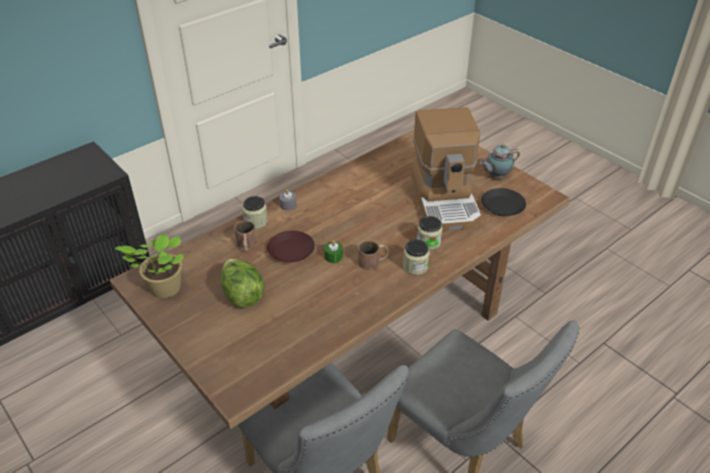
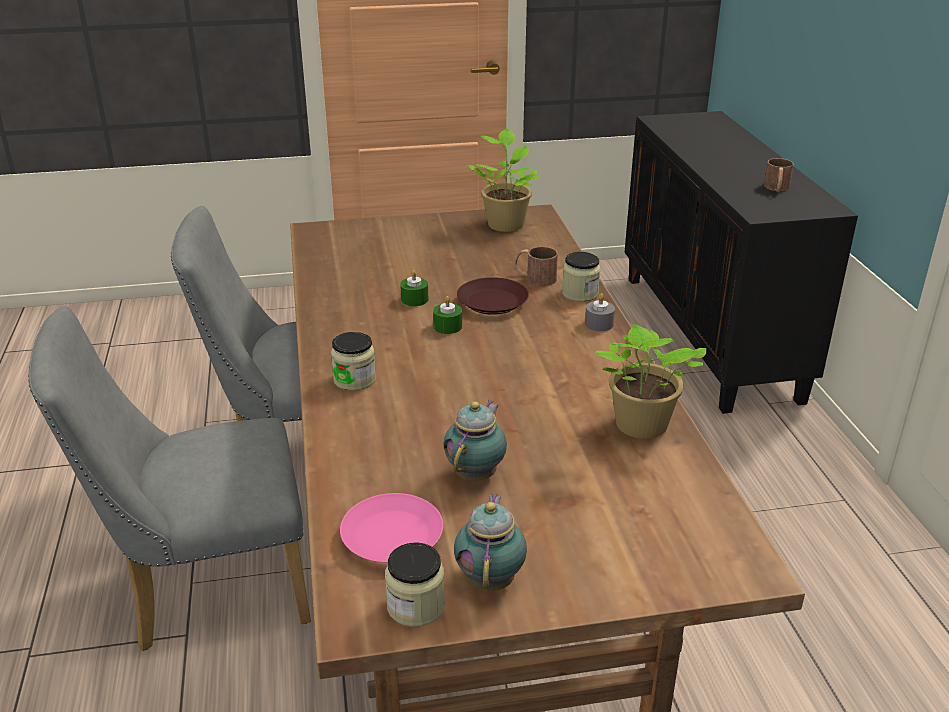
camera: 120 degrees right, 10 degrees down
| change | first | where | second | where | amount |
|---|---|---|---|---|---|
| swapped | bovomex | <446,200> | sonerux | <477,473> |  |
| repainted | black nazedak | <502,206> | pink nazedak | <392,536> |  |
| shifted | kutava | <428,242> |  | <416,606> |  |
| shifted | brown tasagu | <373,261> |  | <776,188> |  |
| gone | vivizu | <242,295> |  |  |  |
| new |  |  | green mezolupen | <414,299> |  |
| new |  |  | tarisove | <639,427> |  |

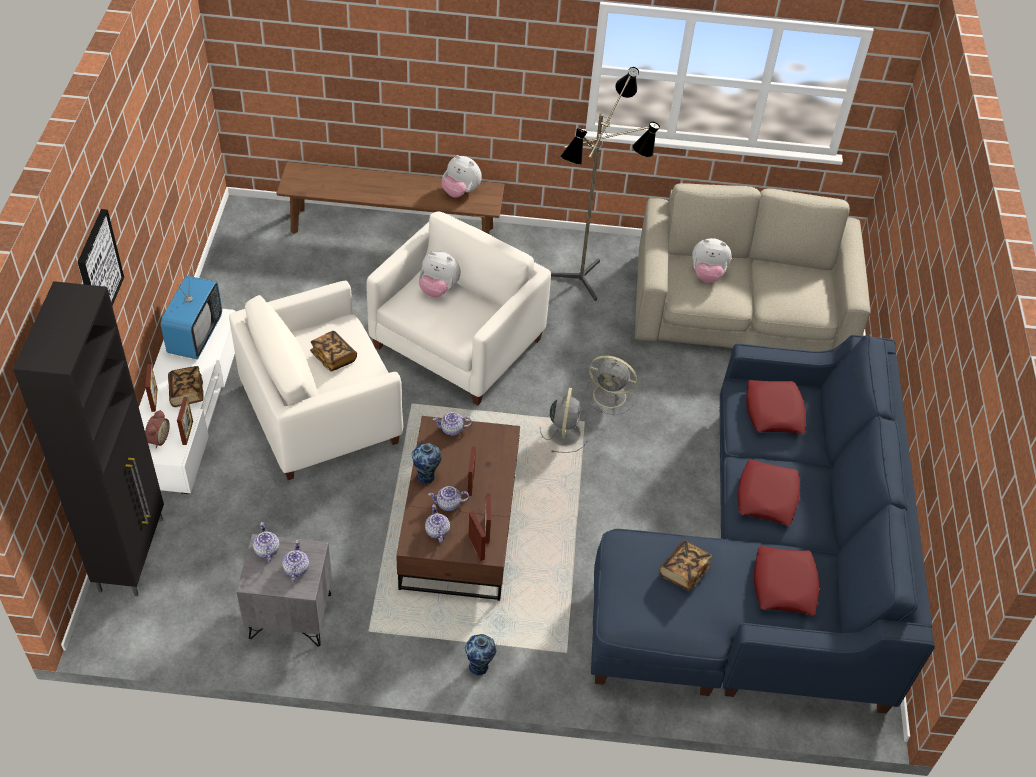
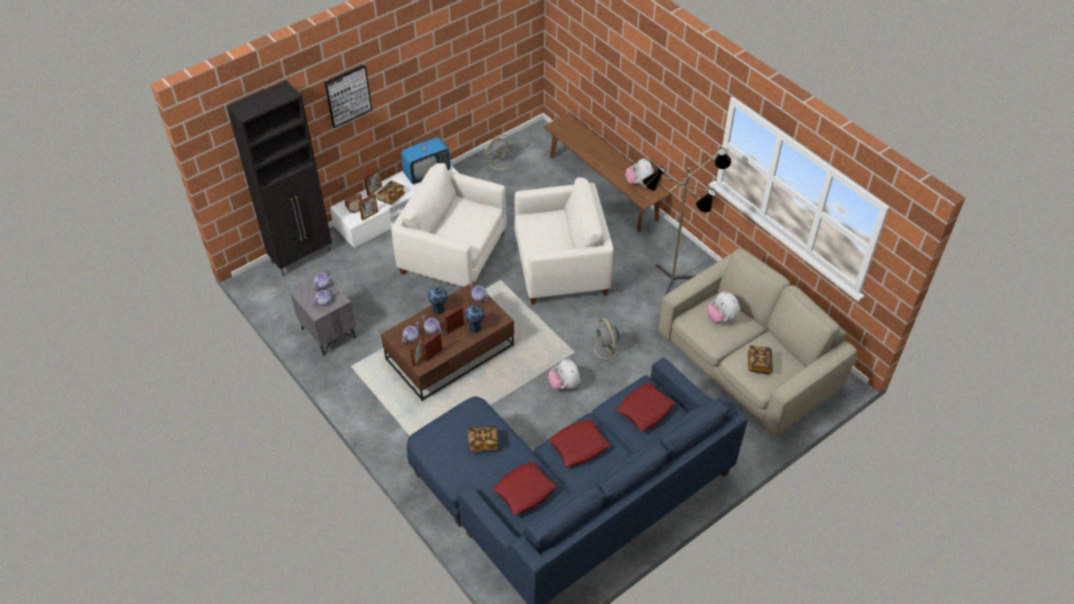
camera: 50 degrees right, 0 degrees up
| change | first | where | second | where | amount |
|---|---|---|---|---|---|
| shifted | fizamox | <438,289> |  | <564,384> |  |
| shifted | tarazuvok | <333,357> |  | <759,364> |  |
| shifted | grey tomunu | <564,432> |  | <499,162> |  |
| shifted | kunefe | <479,666> |  | <475,328> |  |

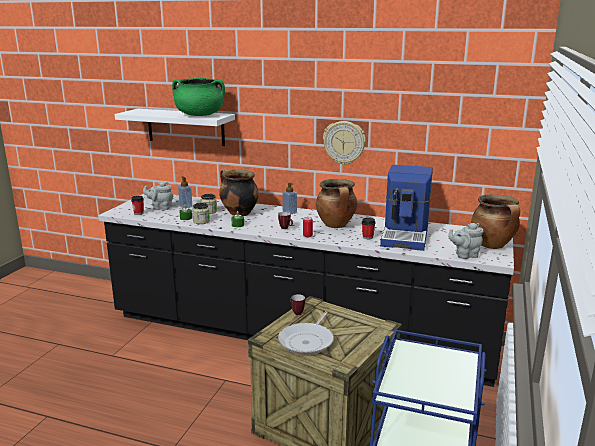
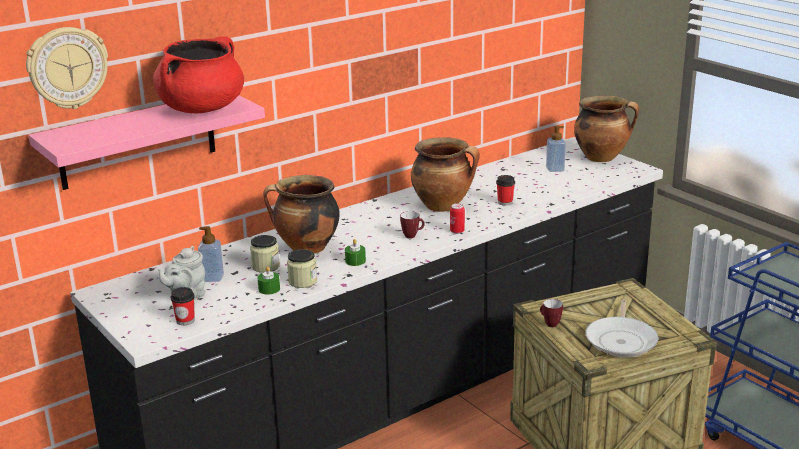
camera: 55 degrees left, 5 degrees up
| change | first | where | second | where | amount |
|---|---|---|---|---|---|
| repainted | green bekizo | <200,115> | red bekizo | <202,109> |  |
| repainted | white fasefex | <185,127> | pink fasefex | <137,140> |  |
| shifted | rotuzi | <344,142> |  | <67,68> |  |
| gone | bovomex | <406,235> |  |  |  |
| shifted | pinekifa | <289,212> |  | <555,169> |  |
| gone | grey sonerux | <465,255> |  |  |  |
| rotated | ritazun | <307,341> |  | <621,340> | 45 degrees clockwise |

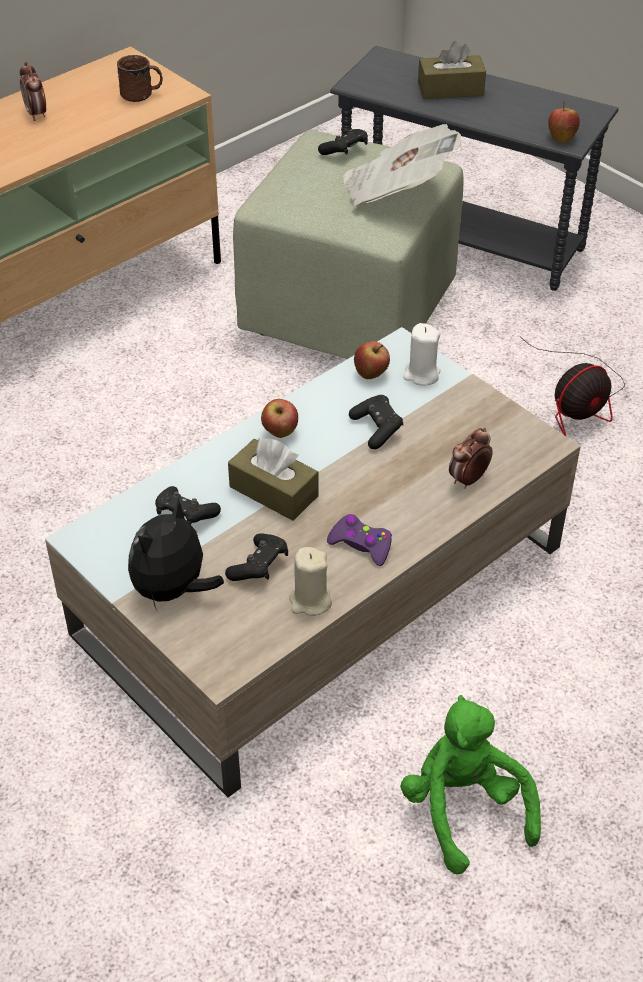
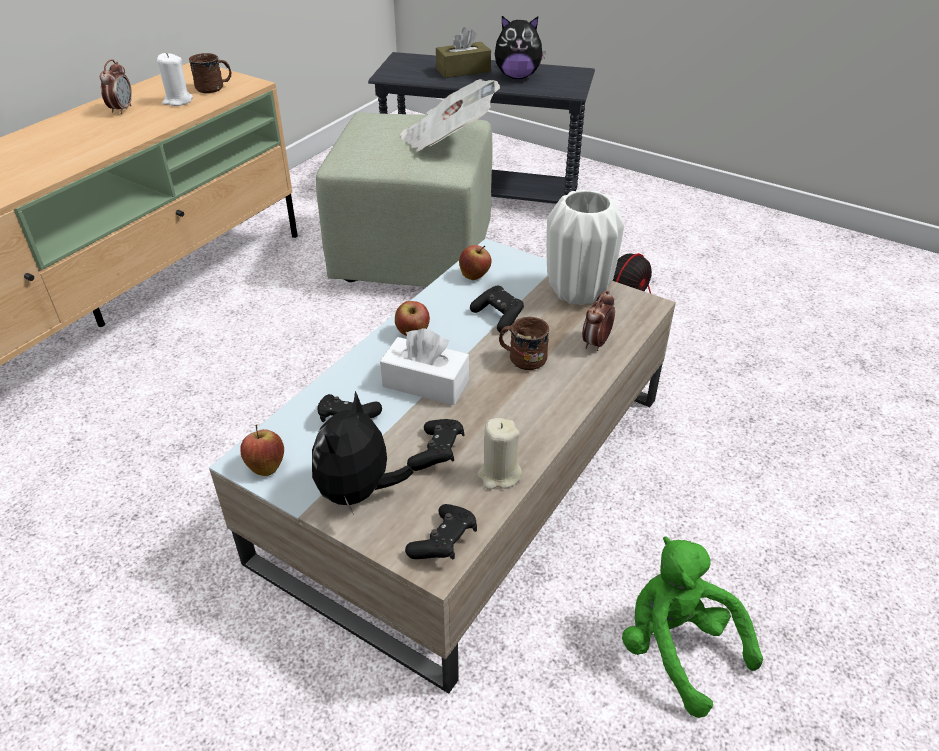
camera: 15 degrees left, 5 degrees down
| change | first | where | second | where | amount |
|---|---|---|---|---|---|
| rotated | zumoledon | <36,114> |  | <122,109> | 135 degrees counterclockwise |
| shifted | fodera | <561,138> |  | <266,466> |  |
| shifted | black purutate | <345,151> |  | <444,543> |  |
| shifted | white mezolupen | <421,374> |  | <177,101> |  |
| repainted | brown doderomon | <273,491> | white doderomon | <425,383> |  |
| gone | purple purutate | <361,545> |  |  |  |
| new |  |  | fizamox | <517,76> |  |
| new |  |  | white kunefe | <578,292> |  |
| new |  |  | brown tasagu | <522,358> |  |

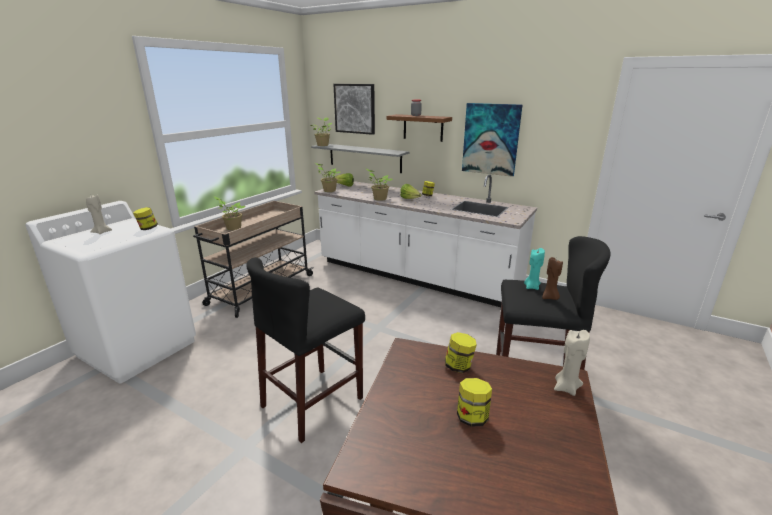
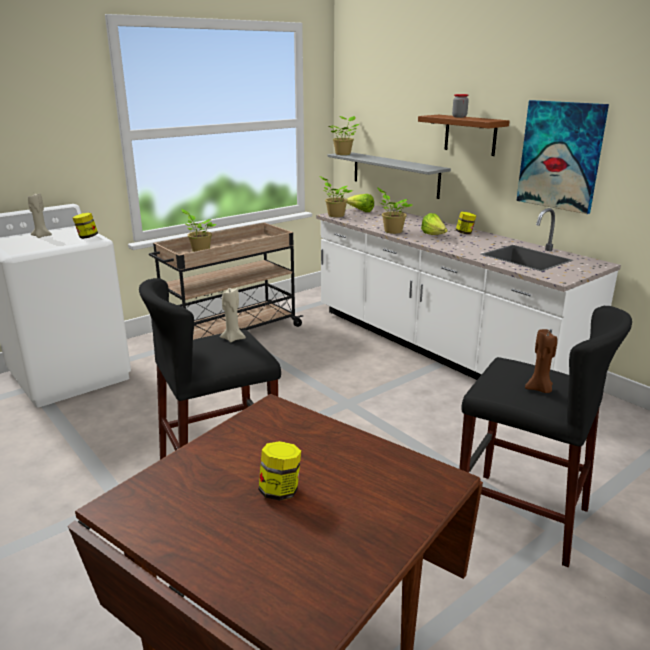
camera: 20 degrees right, 0 degrees up
| change | first | where | second | where | amount |
|---|---|---|---|---|---|
| gone | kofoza | <355,108> |  |  |  |
| gone | turquoise mezolupen | <531,287> |  |  |  |
| shifted | beige mezolupen | <566,388> |  | <233,338> |  |
| gone | kutava | <459,366> |  |  |  |

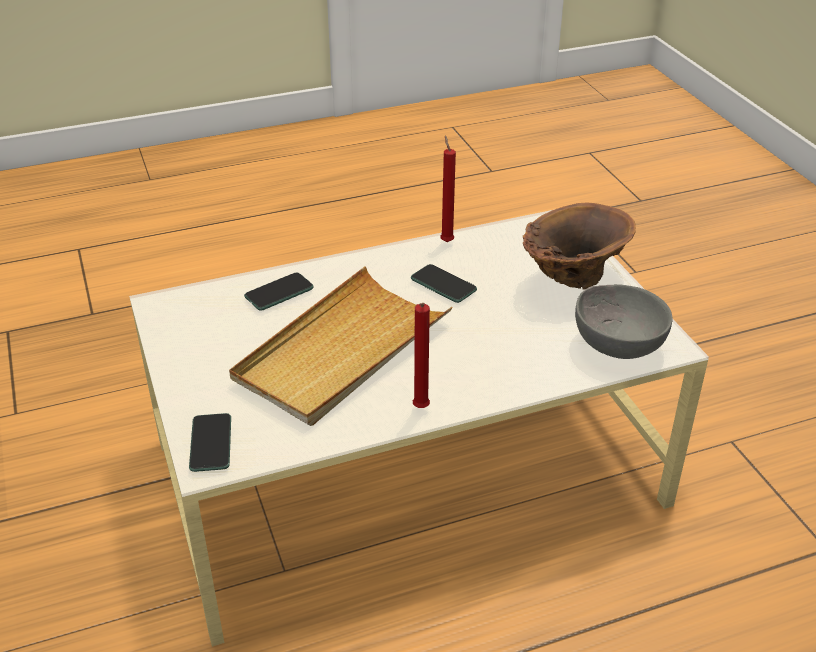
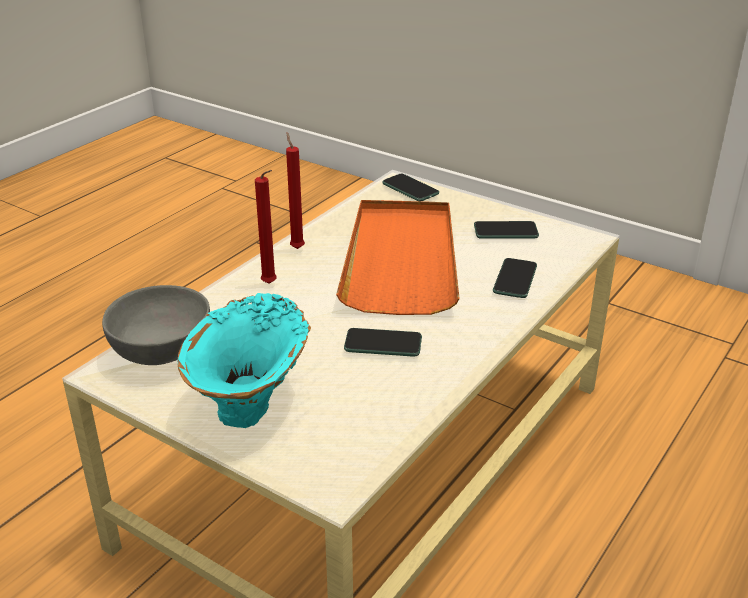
camera: 145 degrees right, 5 degrees down
| change | first | where | second | where | amount |
|---|---|---|---|---|---|
| shifted | red mezolupen | <446,241> |  | <271,284> |  |
| repainted | brown kunefe | <571,281> | turquoise kunefe | <253,403> |  |
| repainted | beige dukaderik | <341,351> | orange dukaderik | <401,260> |  |
| new |  |  | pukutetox | <505,231> |  |

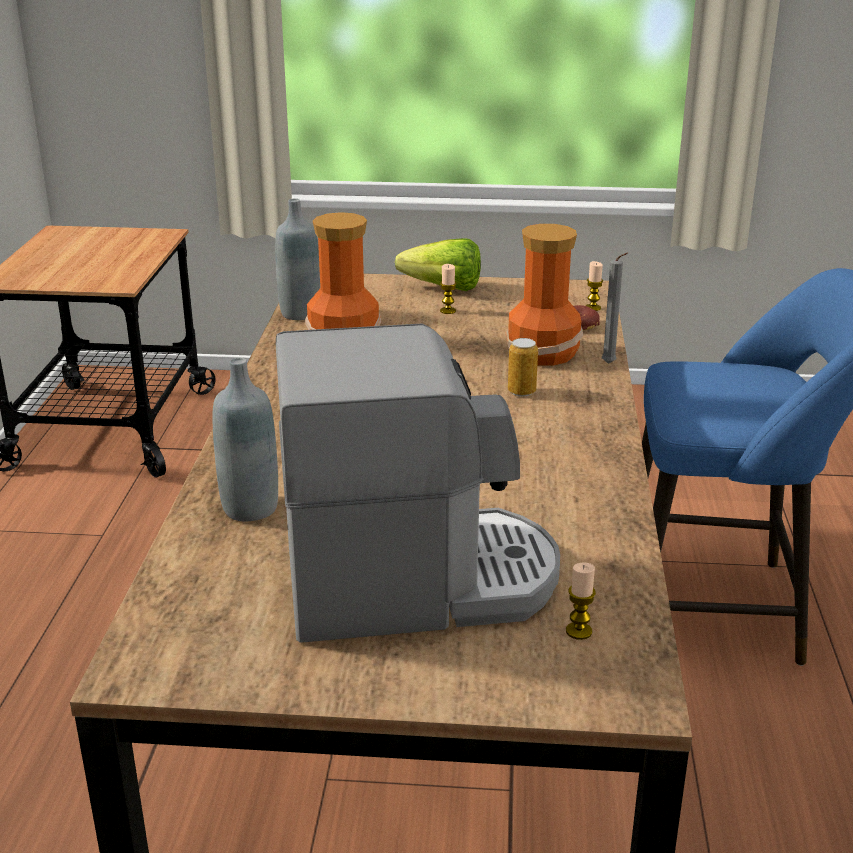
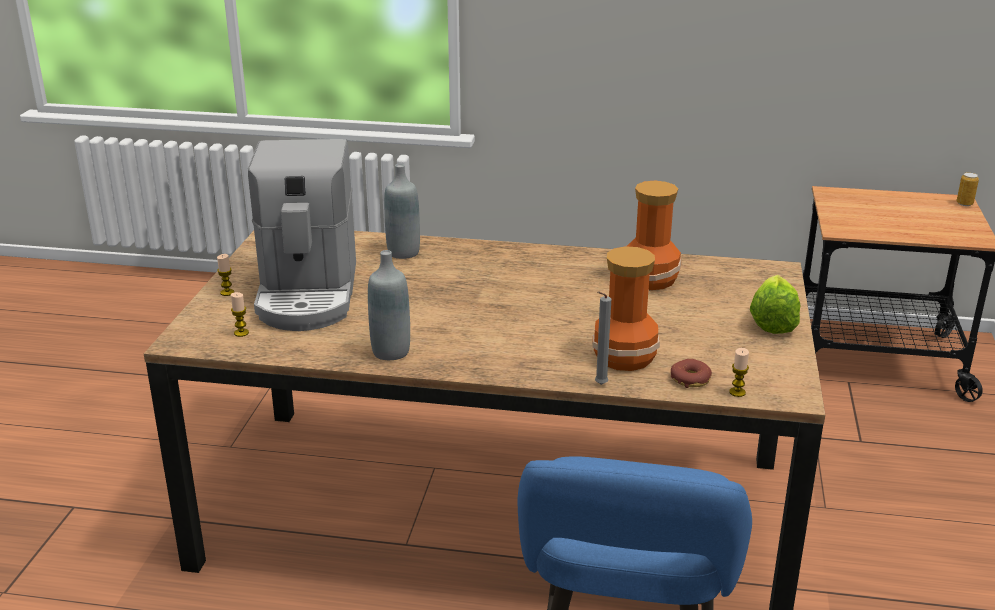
camera: 95 degrees right, 0 degrees up
| change | first | where | second | where | amount |
|---|---|---|---|---|---|
| shifted | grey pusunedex | <300,313> |  | <391,352> |  |
| shifted | mezolupen | <448,311> |  | <227,292> |  |
| shifted | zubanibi | <521,391> |  | <964,203> |  |

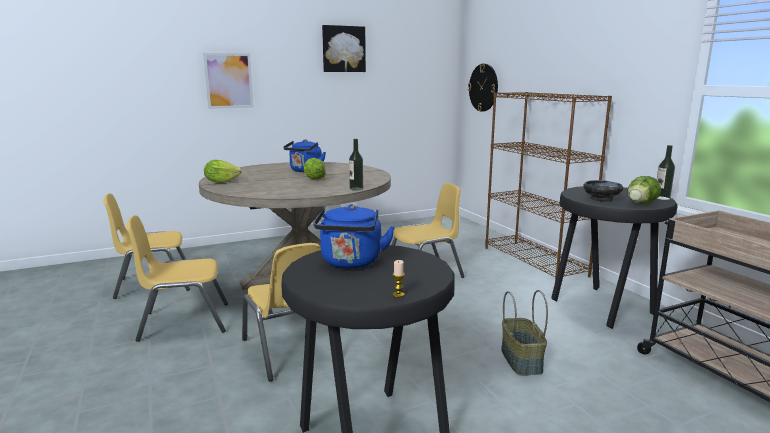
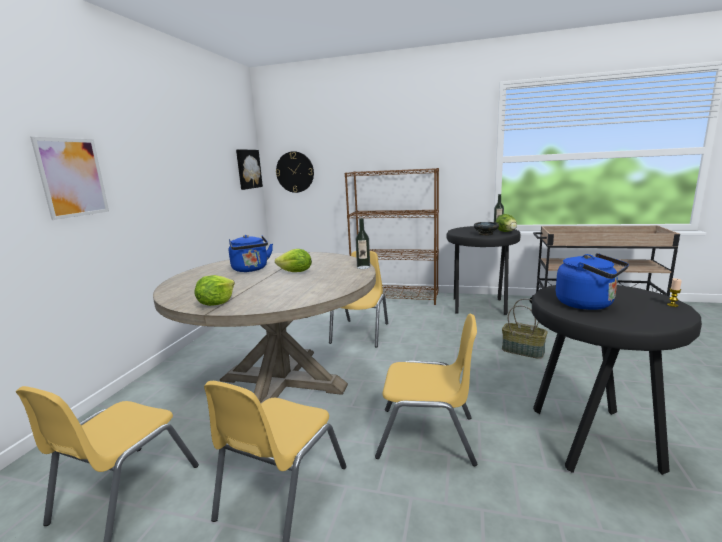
camera: 50 degrees left, 0 degrees up
| change | first | where | second | where | amount |
|---|---|---|---|---|---|
| shifted | kofoza | <343,49> |  | <248,169> |  |

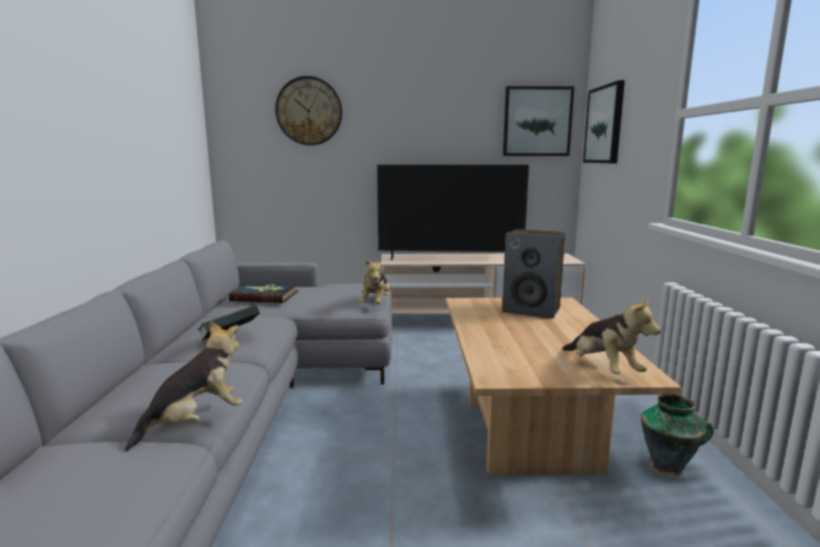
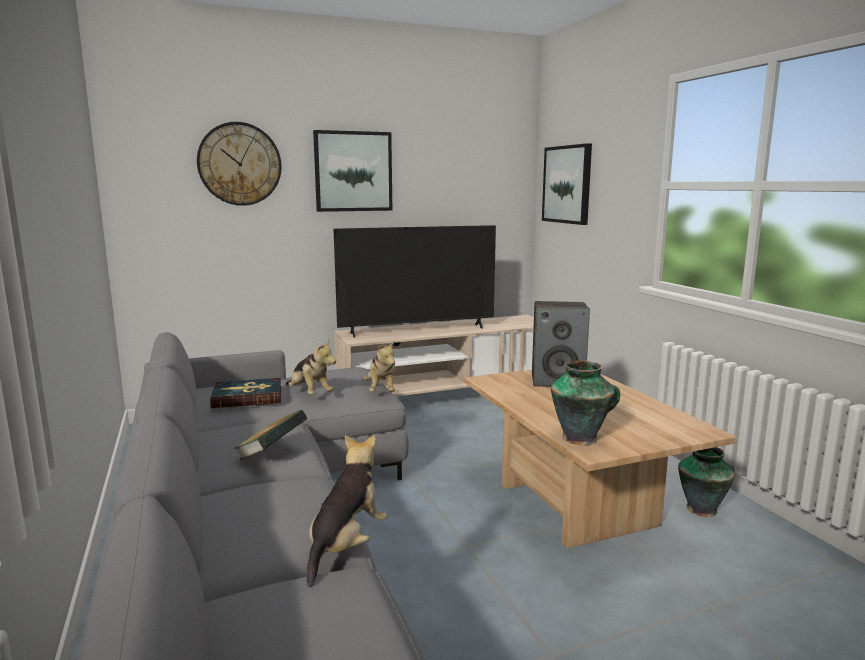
camera: 20 degrees left, 0 degrees up
| change | first | where | second | where | amount |
|---|---|---|---|---|---|
| shifted | kofoza | <537,122> |  | <353,171> |  |
| shifted | fizamox | <603,369> |  | <309,394> |  |
| new |  |  | kunefe | <581,438> |  |

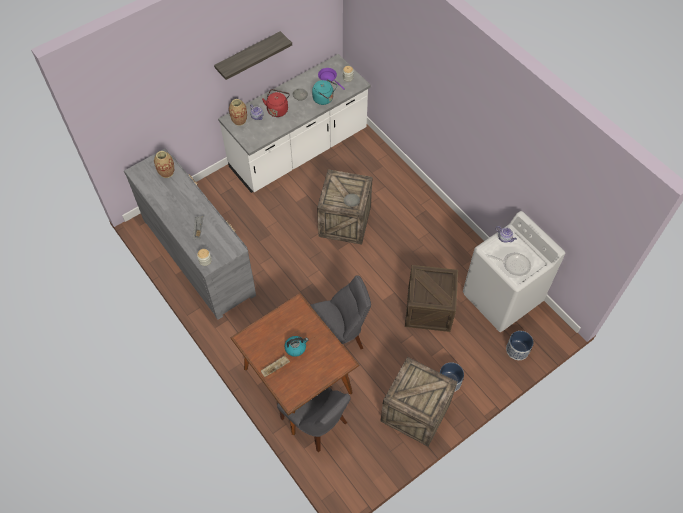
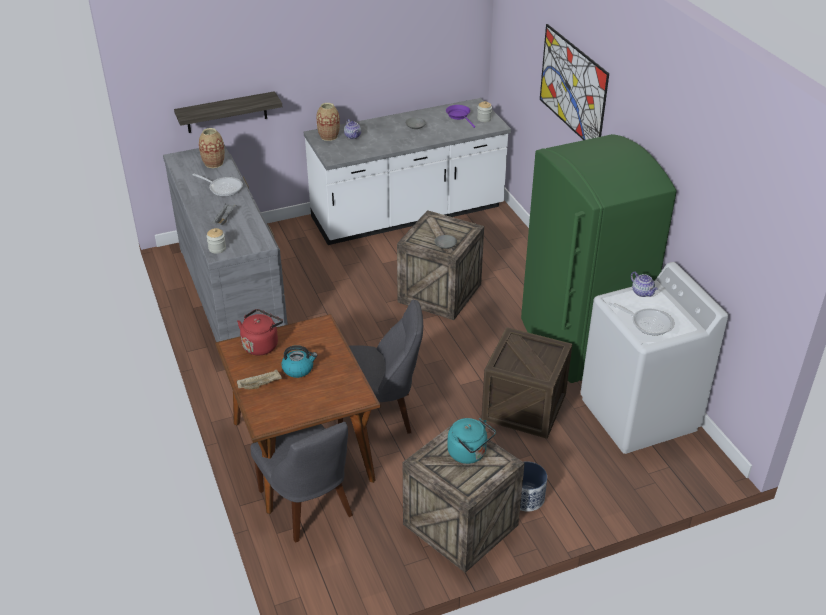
camera: 15 degrees right, 20 degrees down
| change | first | where | second | where | amount |
|---|---|---|---|---|---|
| shifted | fasefex | <248,55> |  | <226,112> |  |
| shifted | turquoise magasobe | <324,99> |  | <469,453> |  |
| shifted | red magasobe | <278,109> |  | <261,344> |  |
| gone | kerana | <517,350> |  |  |  |
| new |  |  | kofoza | <572,87> |  |
| new |  |  | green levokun | <579,342> |  |
| new |  |  | ritazun | <223,188> |  |

